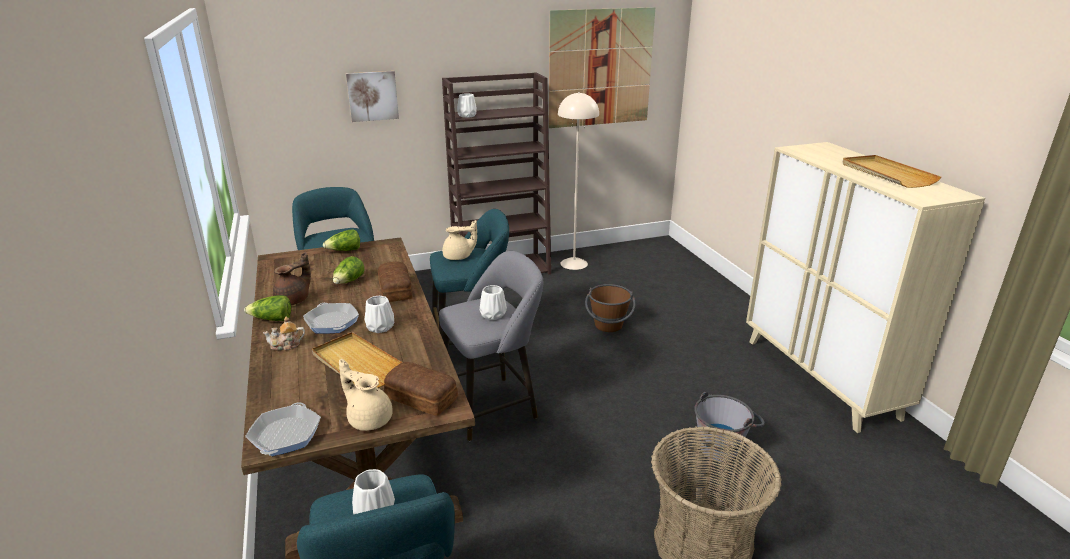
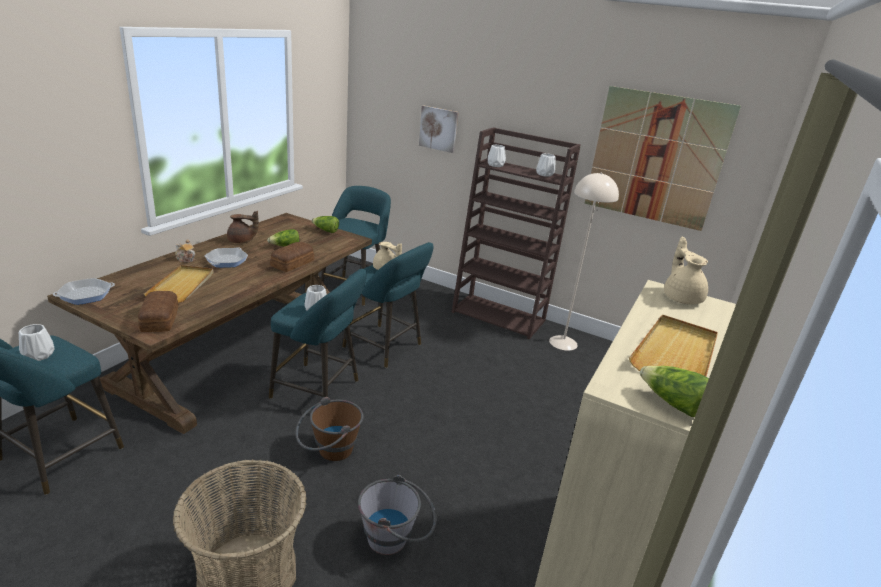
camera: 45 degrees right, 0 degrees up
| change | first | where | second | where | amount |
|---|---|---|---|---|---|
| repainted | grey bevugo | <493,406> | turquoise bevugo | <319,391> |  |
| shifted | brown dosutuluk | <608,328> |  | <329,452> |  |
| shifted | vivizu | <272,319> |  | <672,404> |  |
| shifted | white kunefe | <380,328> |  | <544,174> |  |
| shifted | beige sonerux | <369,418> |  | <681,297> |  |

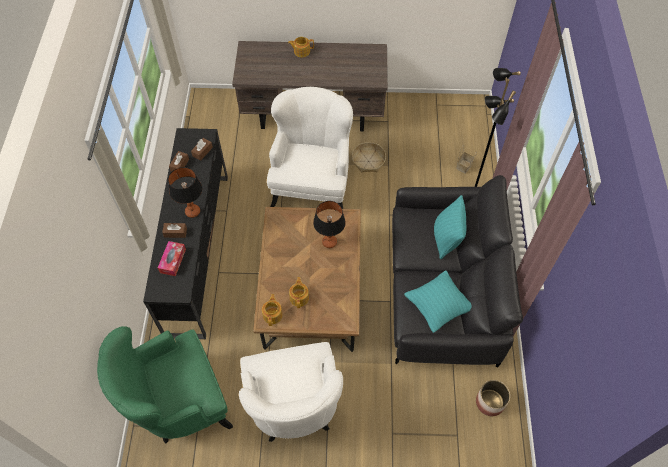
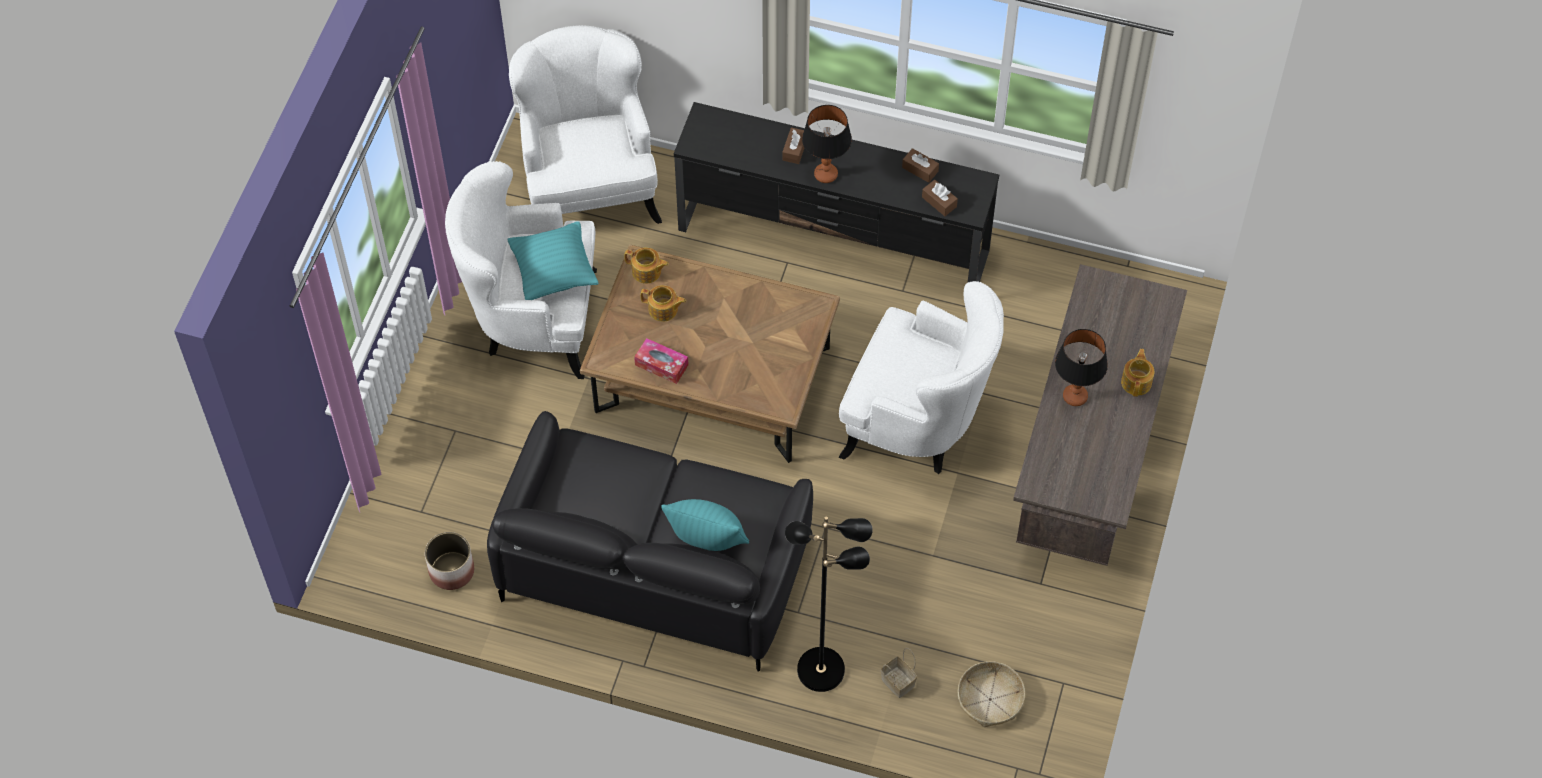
camera: 105 degrees right, 0 degrees up
| change | first | where | second | where | amount |
|---|---|---|---|---|---|
| shifted | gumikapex | <368,161> |  | <990,699> |  |
| shifted | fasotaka | <329,242> |  | <1074,396> |  |
| shifted | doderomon | <173,261> |  | <661,365> |  |
| shifted | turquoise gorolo | <437,307> |  | <554,273> |  |
| repainted | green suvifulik | <180,404> | white suvifulik | <589,188> |  |

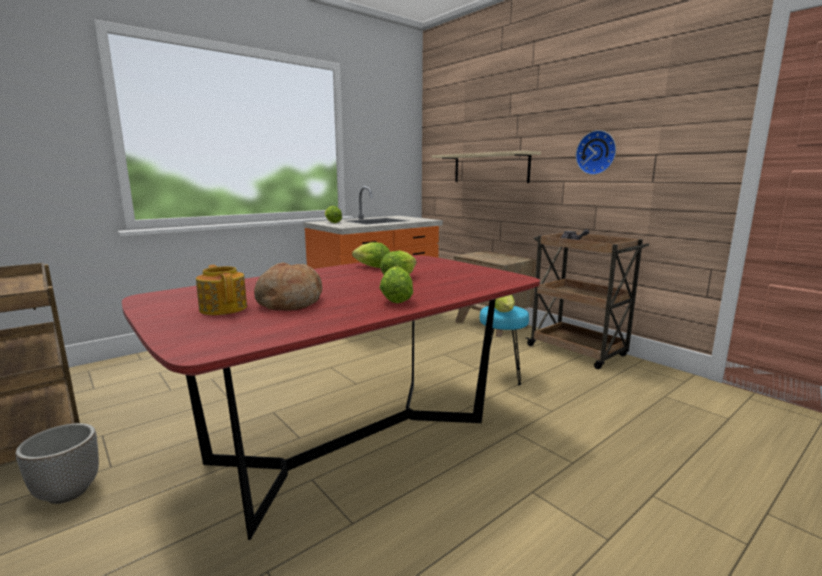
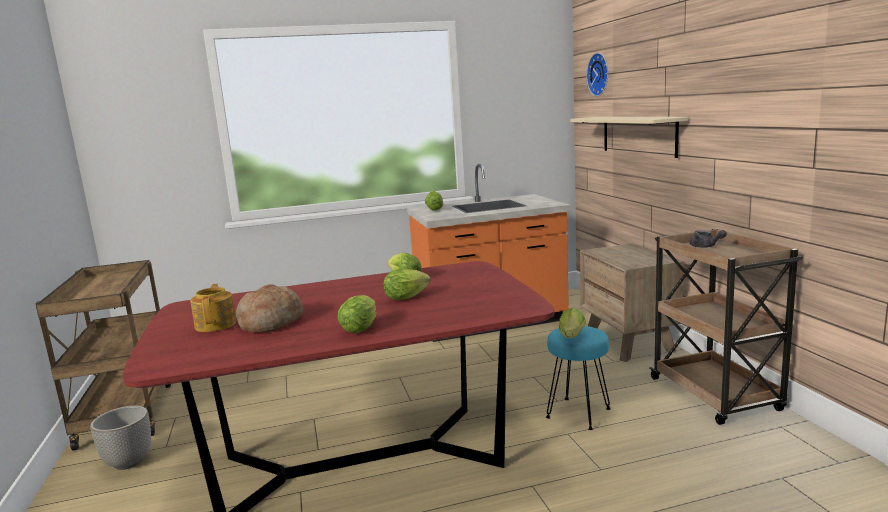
camera: 25 degrees right, 0 degrees up
| change | first | where | second | where | amount |
|---|---|---|---|---|---|
| shifted | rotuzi | <597,152> |  | <600,74> |  |

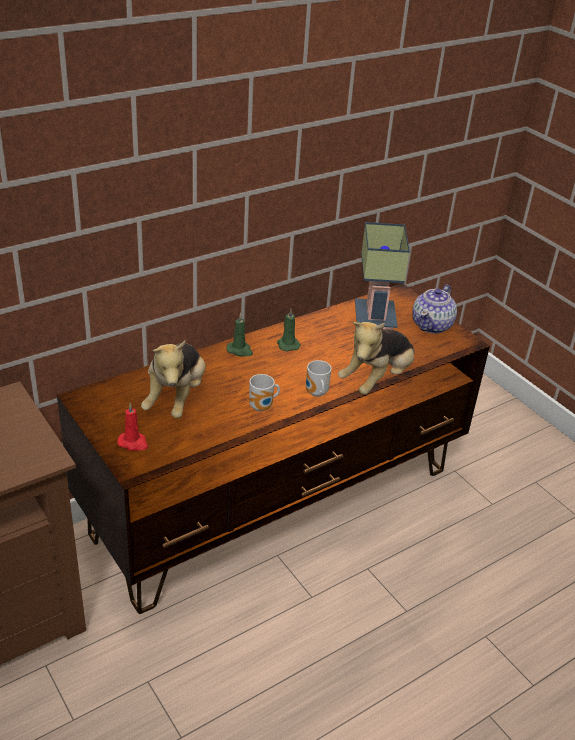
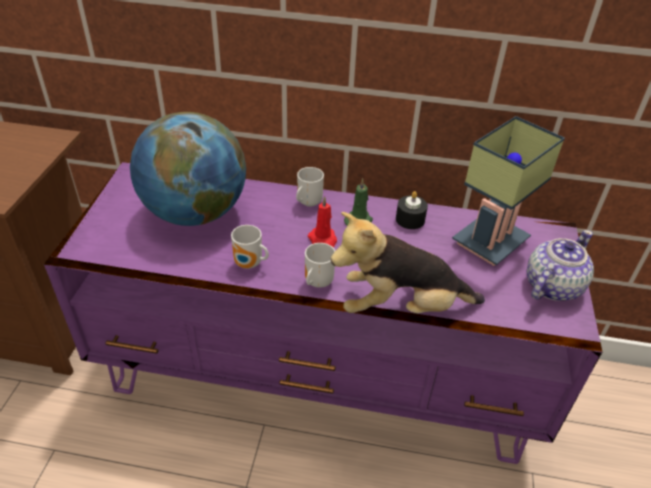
camera: 45 degrees right, 5 degrees up
| change | first | where | second | where | amount |
|---|---|---|---|---|---|
| repainted | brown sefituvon | <278,501> | purple sefituvon | <320,377> |  |
| rotated | sonerux | <432,325> |  | <551,286> | 150 degrees clockwise |
| swapped | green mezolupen | <240,350> | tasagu | <307,203> |  |
| swapped | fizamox | <176,398> | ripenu | <195,213> |  |
| shifted | red mezolupen | <133,443> |  | <323,240> |  |
| new |  |  | black mezolupen | <410,219> |  |

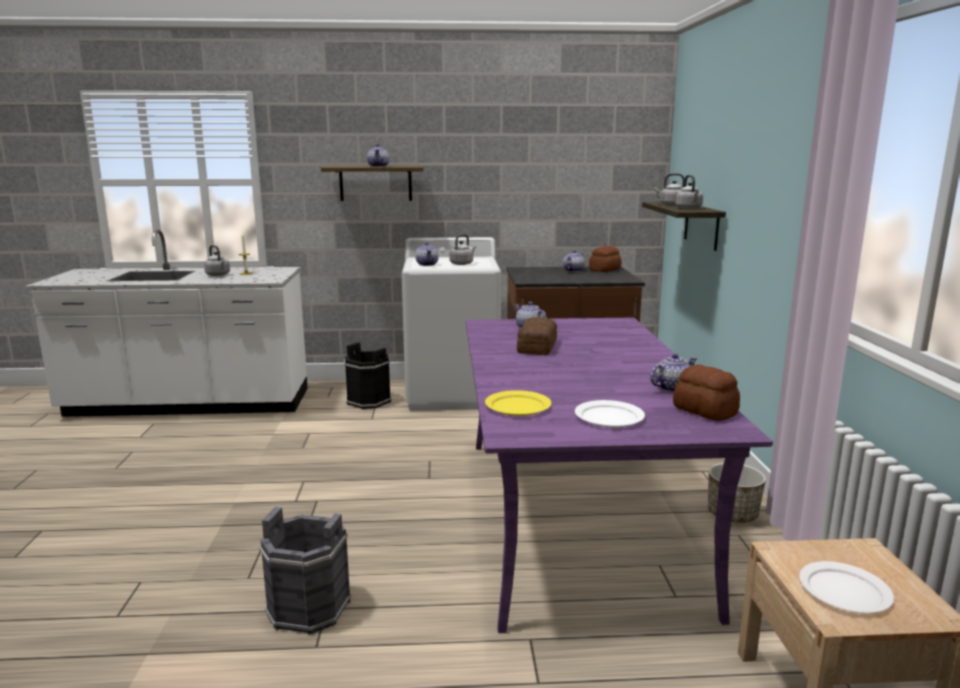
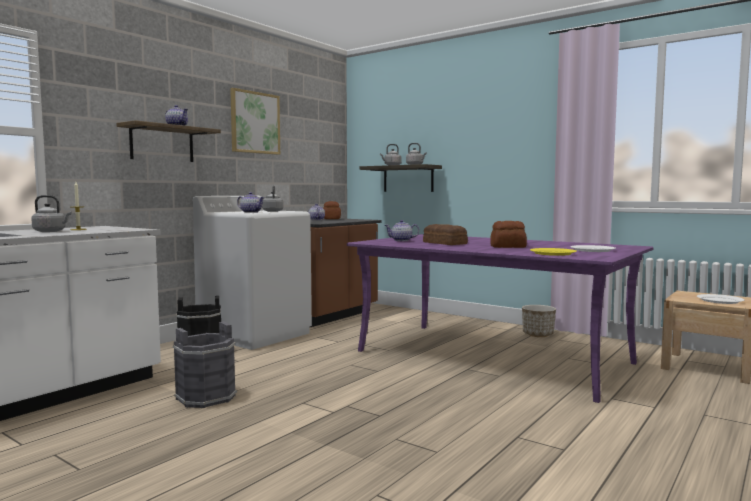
camera: 50 degrees left, 10 degrees down
| change | first | where | second | where | amount |
|---|---|---|---|---|---|
| gone | sonerux | <671,388> |  |  |  |
| shifted | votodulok | <705,410> |  | <507,247> |  |
| shifted | grey dosutuluk | <308,608> |  | <206,397> |  |
| new |  |  | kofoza | <255,122> |  |

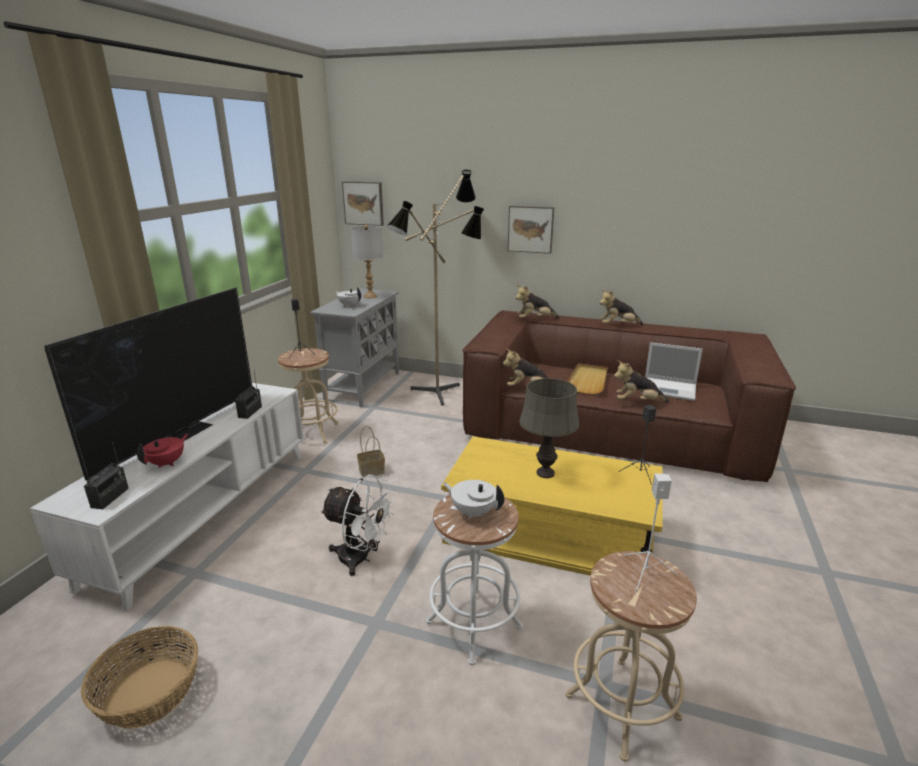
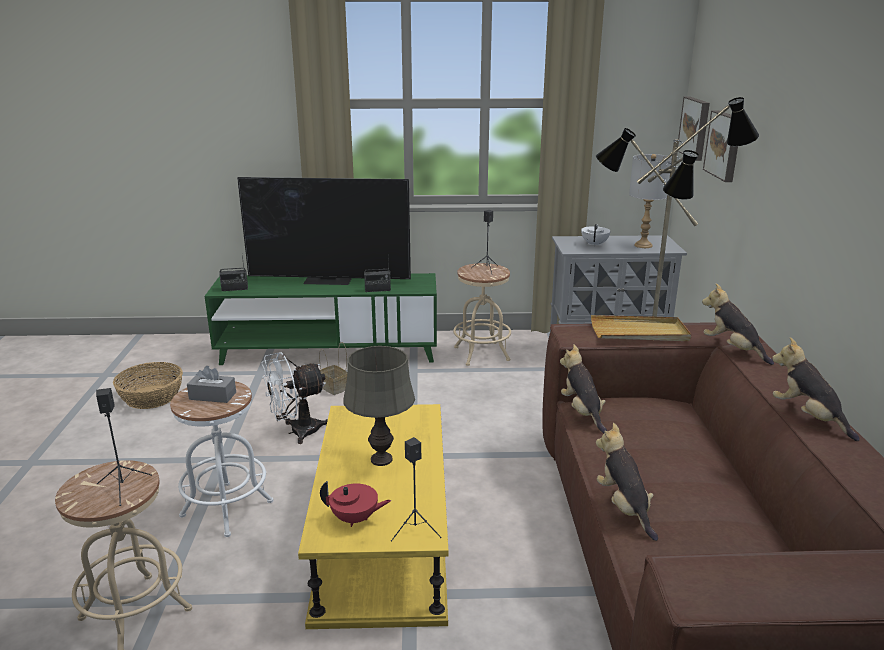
camera: 70 degrees right, 0 degrees up
| change | first | where | second | where | amount |
|---|---|---|---|---|---|
| shifted | kofoza | <531,229> |  | <725,145> |  |
| gone | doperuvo | <670,389> |  |  |  |
| shifted | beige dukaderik | <588,380> |  | <639,332> |  |
| repainted | white sefituvon | <205,513> | green sefituvon | <329,352> |  |
| shifted | gumikapex | <372,471> |  | <335,388> |  |
| shifted | red sonerux | <167,463> |  | <355,519> |  |
| repainted | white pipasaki | <645,574> | black pipasaki | <122,487> |  |
| rotated | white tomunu | <361,559> |  | <297,432> | 60 degrees clockwise |
| swapped | white sonerux | <473,512> | grey doderomon | <212,396> |  |

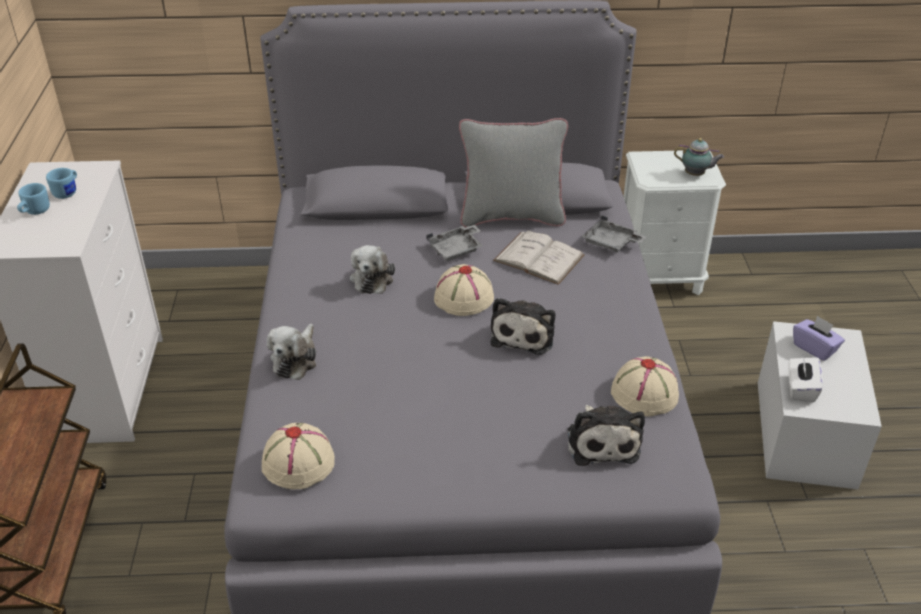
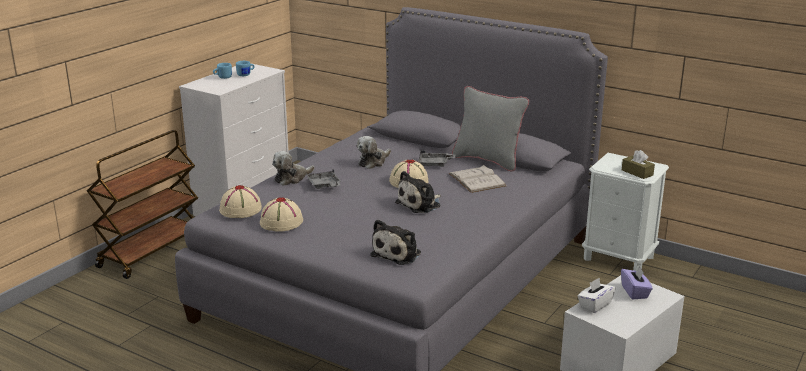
camera: 35 degrees right, 15 degrees down
| change | first | where | second | where | amount |
|---|---|---|---|---|---|
| swapped | sonerux | <696,175> | brown doderomon | <637,172> |  |
| shifted | grey dukaderik | <611,243> |  | <324,185> |  |
| shifted | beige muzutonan | <645,393> |  | <281,222> |  |

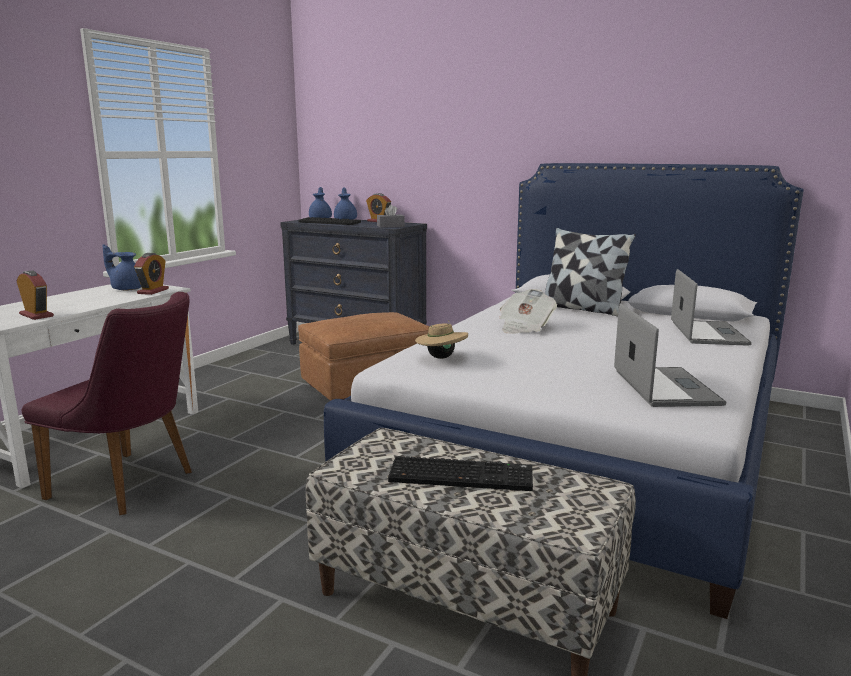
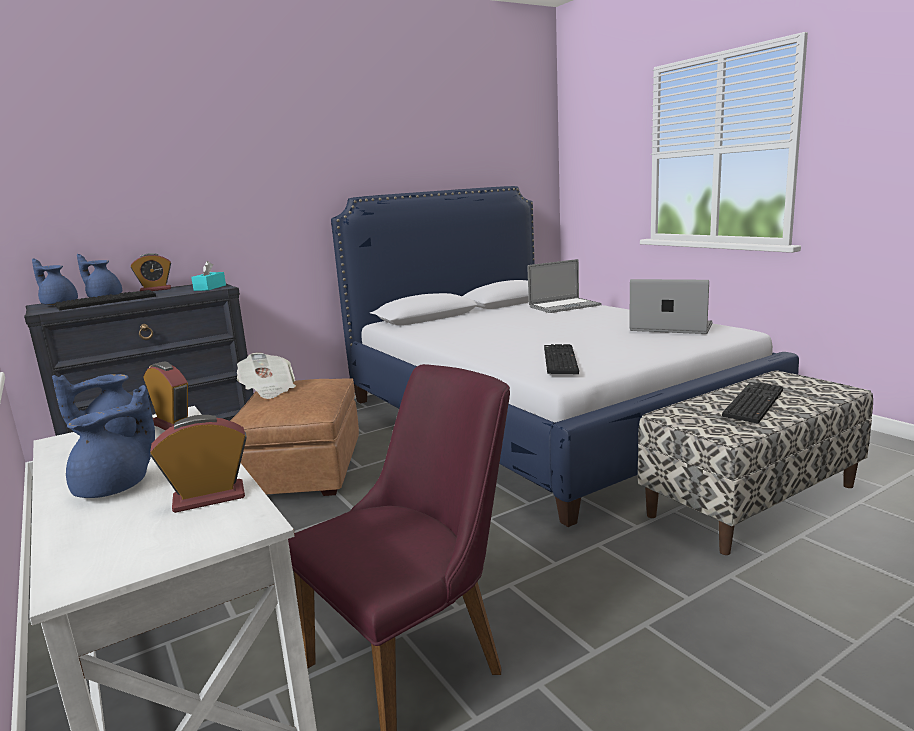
camera: 60 degrees left, 0 degrees up
| change | first | where | second | where | amount |
|---|---|---|---|---|---|
| repainted | grey doderomon | <390,226> | turquoise doderomon | <210,288> |  |
| gone | gorolo | <582,309> |  |  |  |
| rotated | doperuvo | <708,333> |  | <564,306> | 120 degrees clockwise |
| shifted | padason | <524,327> |  | <268,390> |  |
| swapped | beige muzutonan | <441,357> | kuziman | <558,360> |  |
| new |  |  | blue sonerux | <116,487> |  |

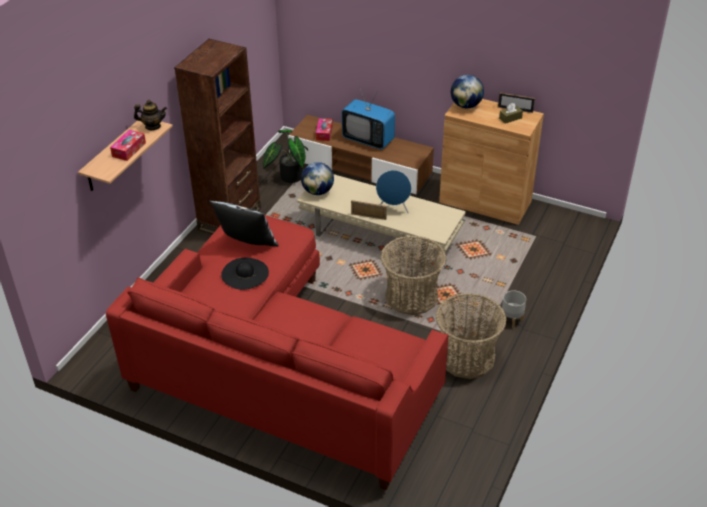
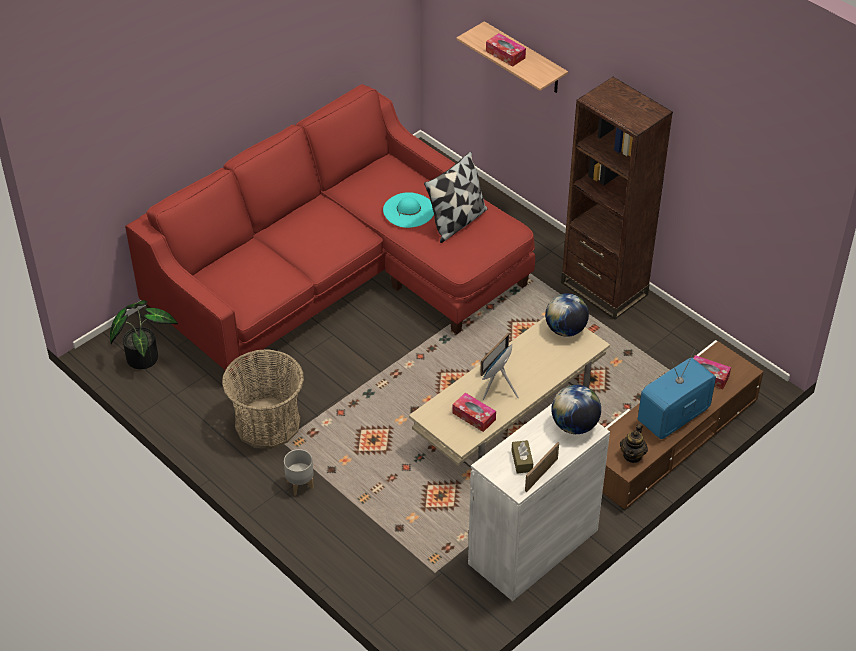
camera: 110 degrees right, 5 degrees up
| change | first | where | second | where | amount |
|---|---|---|---|---|---|
| repainted | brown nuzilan | <485,202> | white nuzilan | <533,547> |  |
| shifted | sonerux | <153,126> |  | <632,455> |  |
| shifted | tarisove | <288,176> |  | <144,355> |  |
| gone | gumikapex | <411,297> |  |  |  |
| repainted | black muzutonan | <245,273> | turquoise muzutonan | <408,210> |  |
| new |  |  | doderomon | <474,416> |  |

